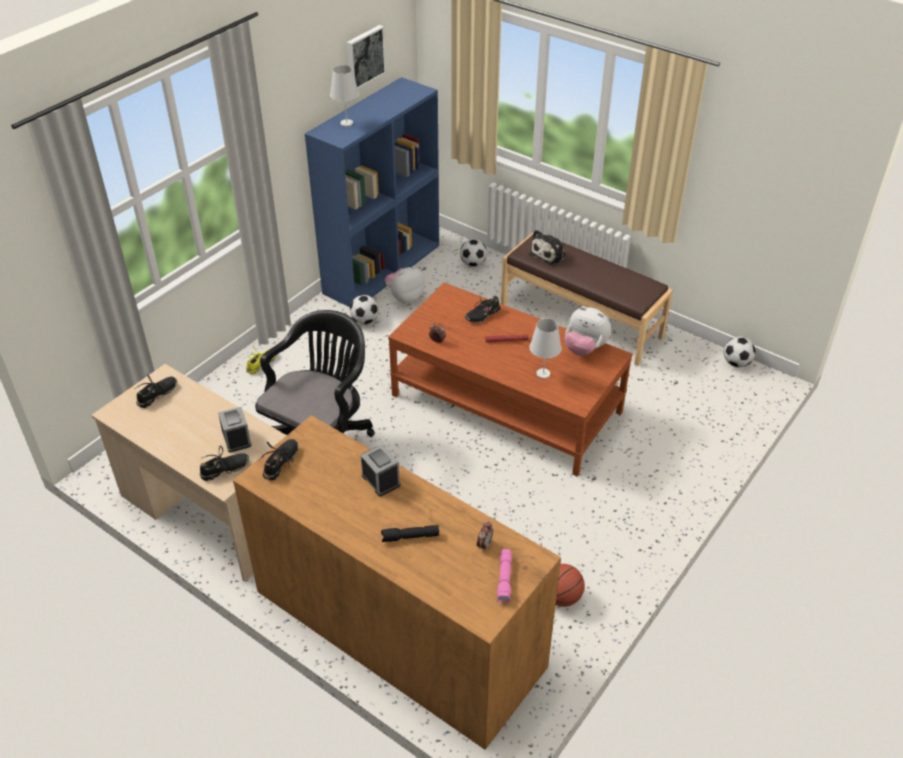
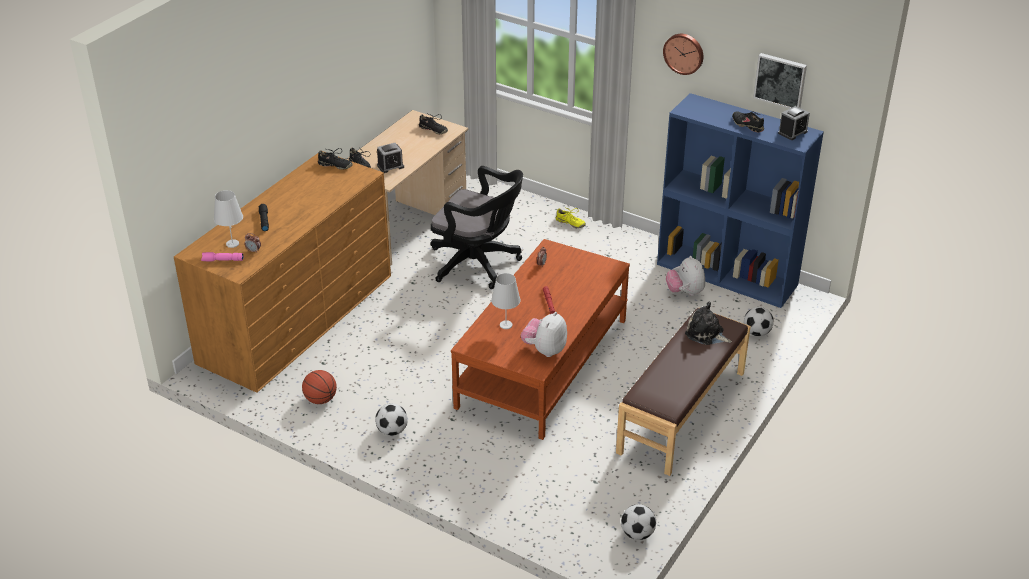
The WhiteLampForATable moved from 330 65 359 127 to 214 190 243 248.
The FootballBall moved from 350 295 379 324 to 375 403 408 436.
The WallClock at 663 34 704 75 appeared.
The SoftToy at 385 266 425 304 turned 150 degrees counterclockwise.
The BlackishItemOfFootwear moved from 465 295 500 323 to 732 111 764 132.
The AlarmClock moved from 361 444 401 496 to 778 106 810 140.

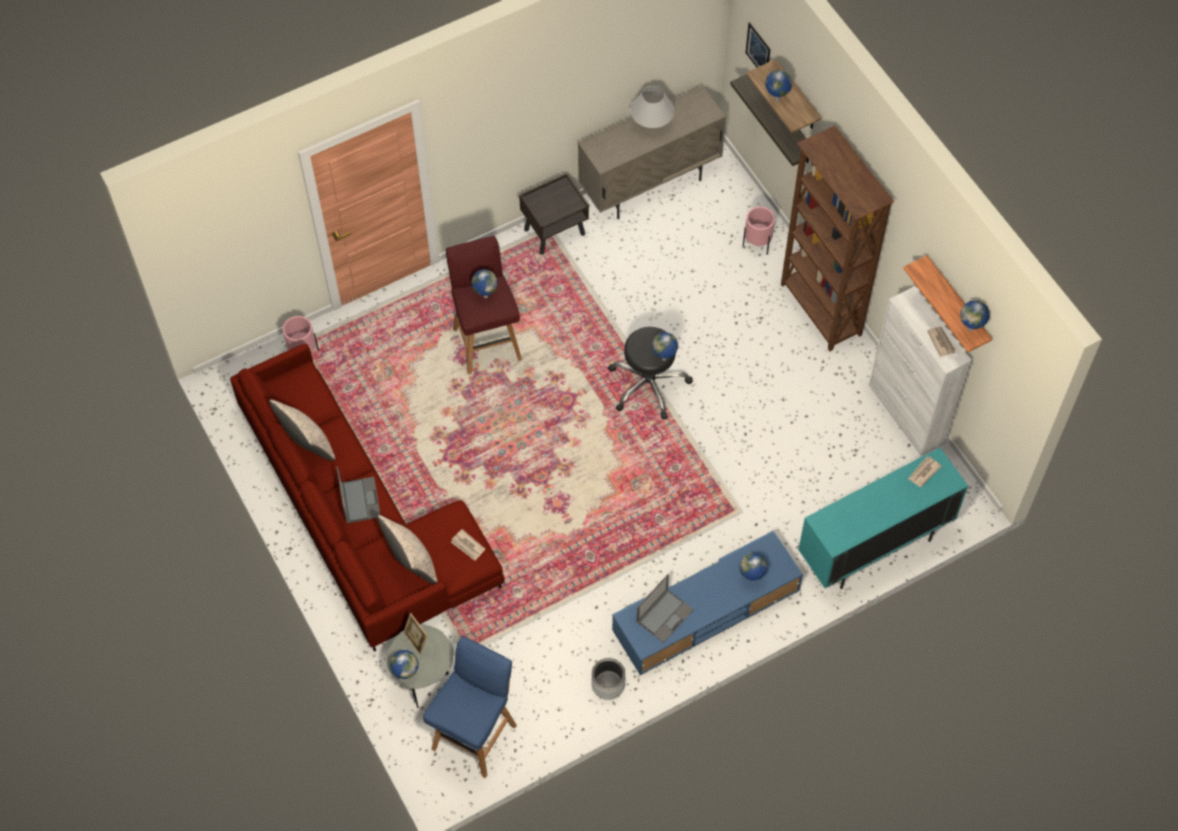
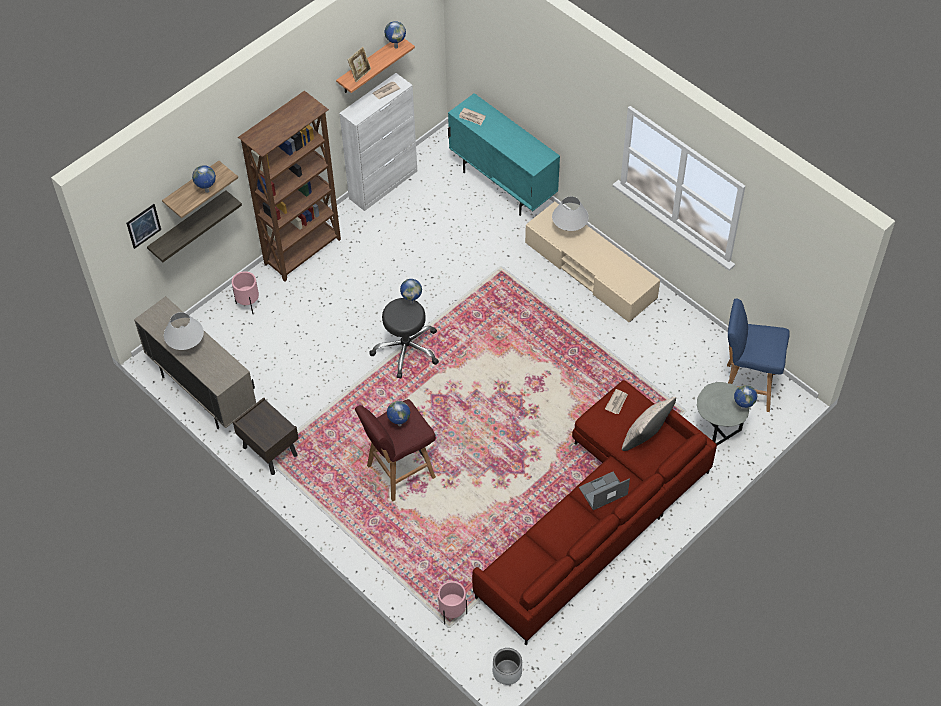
The PictureFrame moved from 403 613 428 655 to 348 47 371 82.
The GrayPlanter moved from 591 658 625 700 to 493 648 522 685.
The BluishMediaConsole at 612 531 803 675 became the SandColouredMediaConsole at 525 202 660 322.
The DeskGlobe at 739 553 767 581 was replaced by the WhiteLampForATable at 552 196 589 231.
The SandColouredCushion at 269 400 335 461 disappeared.
The Laptop at 636 574 694 643 disappeared.

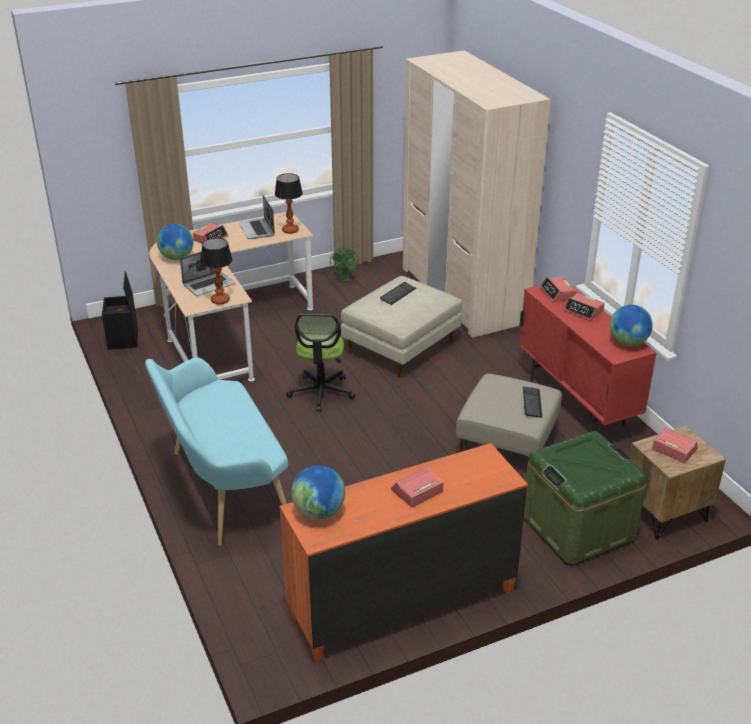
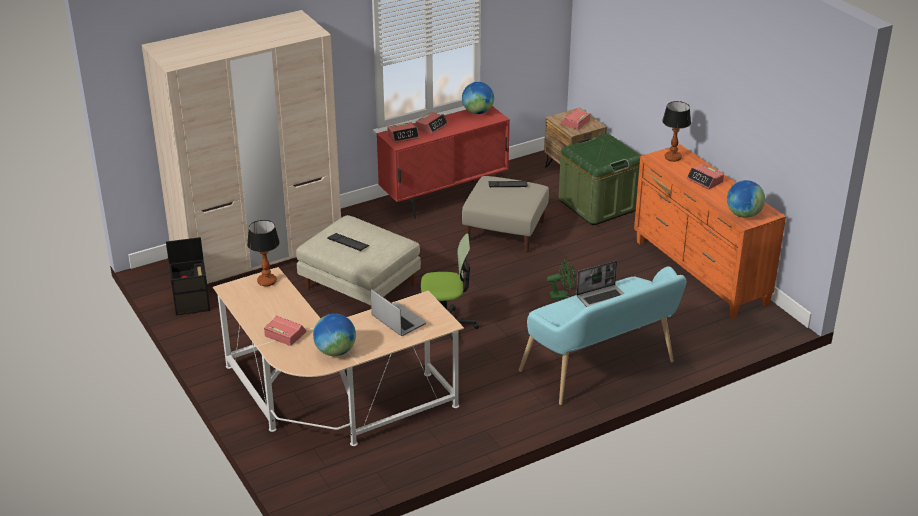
The BlackishStorageContainer moved from 102 271 138 350 to 166 237 210 315.
The GreenColouredCoolingFan moved from 330 248 359 282 to 547 260 576 300.
The Laptop moved from 239 195 275 239 to 576 261 624 307.
The LampForATable moved from 201 238 233 305 to 662 101 691 162.

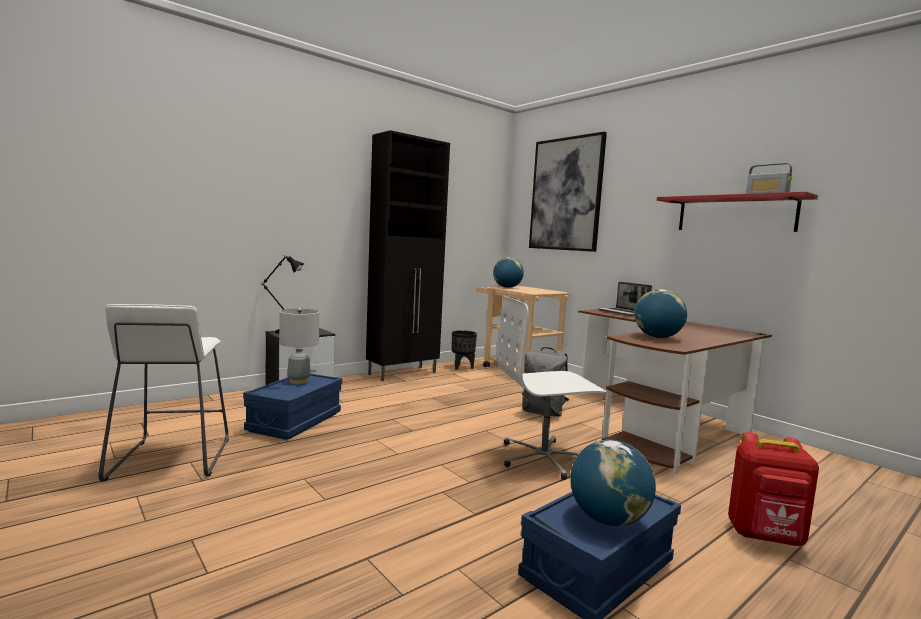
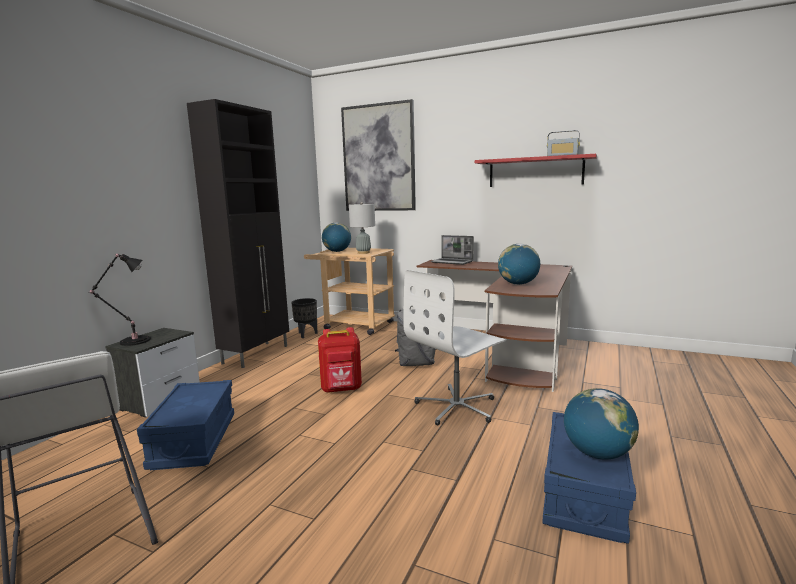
The RedKnapsack moved from 728 432 819 546 to 318 327 362 393.
The GrayLampForATable moved from 279 308 319 384 to 349 202 375 254.

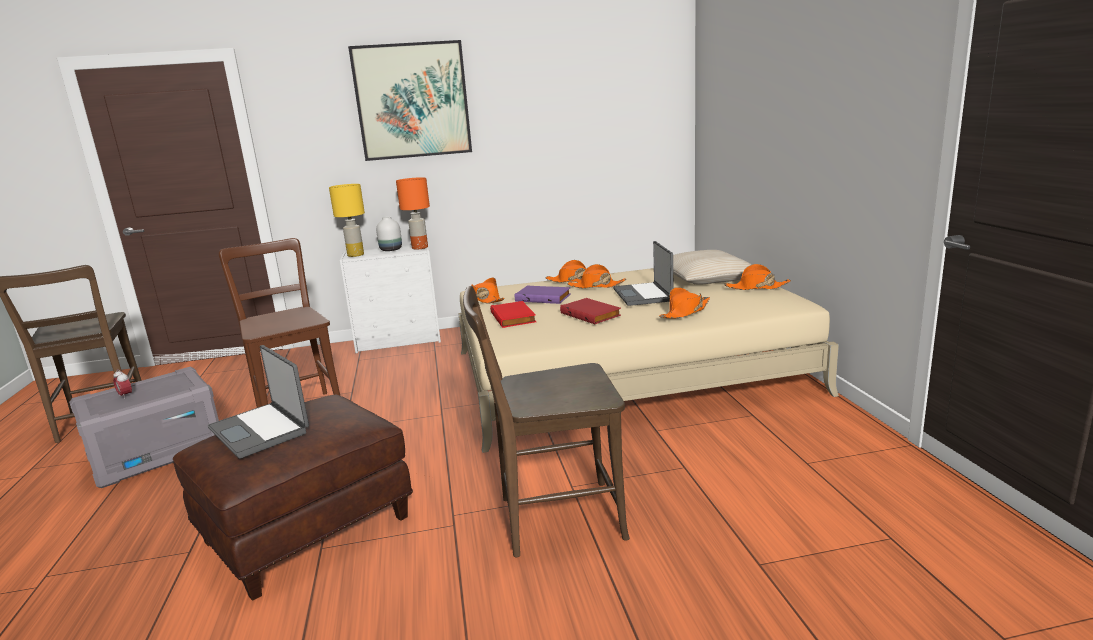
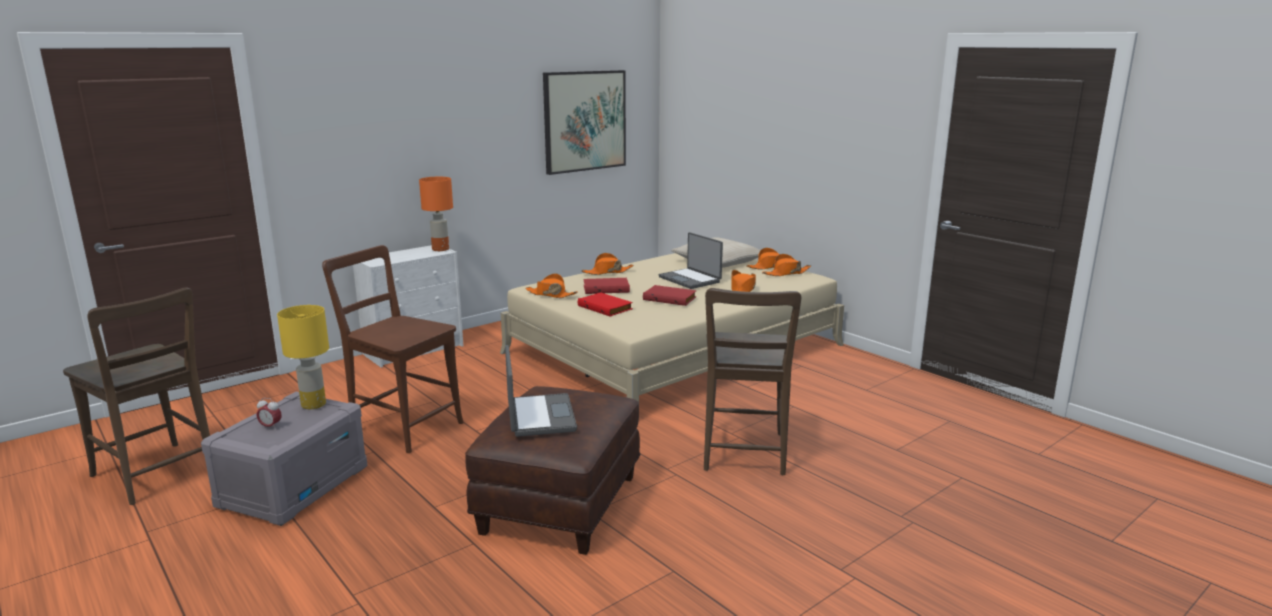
The YellowLampForATable moved from 329 184 365 257 to 277 305 329 409.
The Laptop at 208 345 309 459 turned 120 degrees counterclockwise.
The WallPicture moved from 348 40 472 161 to 543 70 626 175.
The PurpleColouredVolume at 515 286 571 304 became the RedVolume at 583 278 630 294.
The BrownColouredUprightChair at 463 286 630 557 turned 45 degrees counterclockwise.
The OrangeyHat moved from 567 264 626 288 to 762 254 811 276.
The WhiteVase at 376 217 402 251 disappeared.

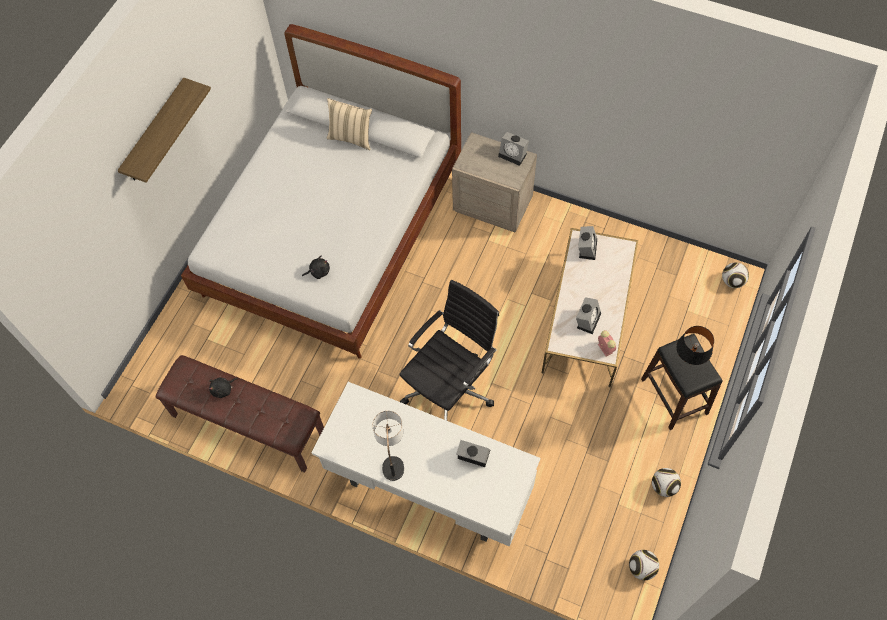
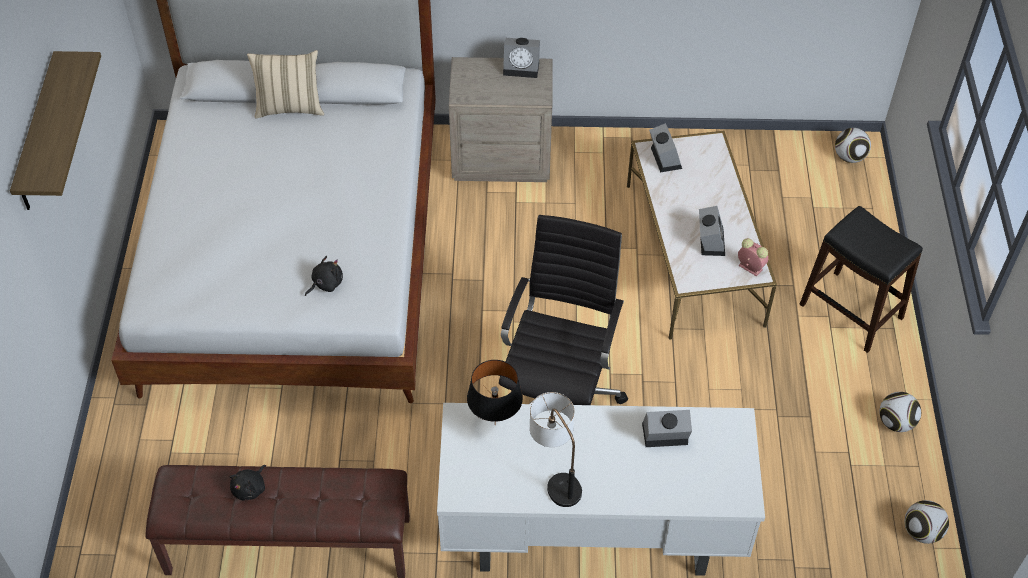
The BlackishLampForATable moved from 676 326 714 365 to 467 360 523 425.

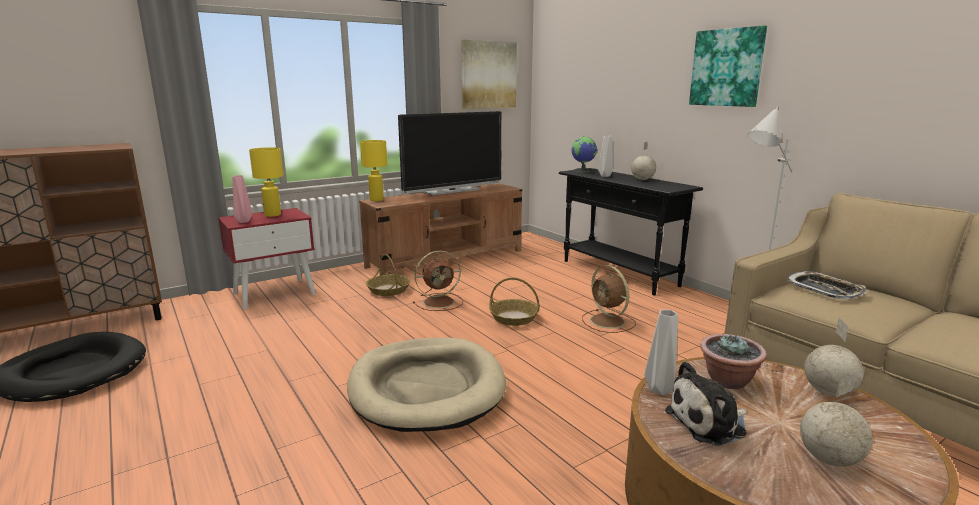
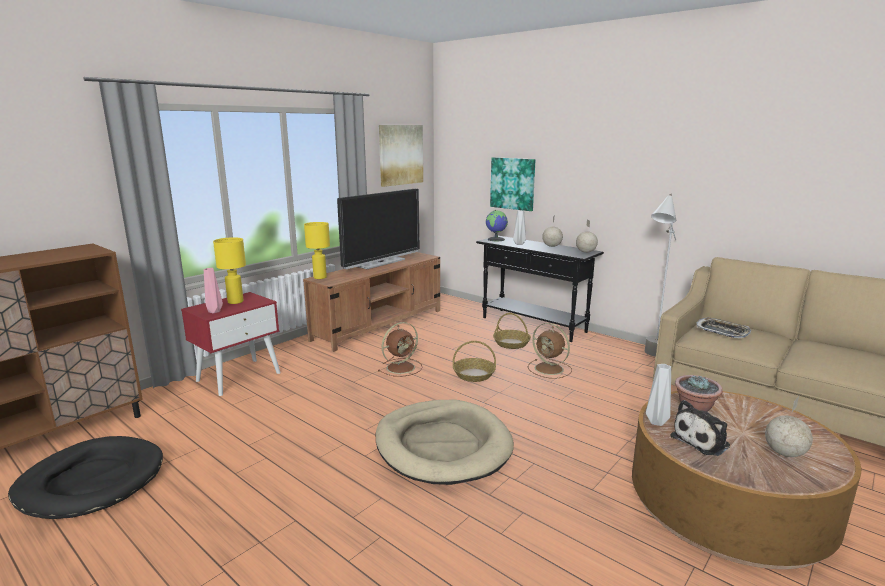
The WallPicture moved from 689 25 767 107 to 490 157 535 211.
The StorageBasket moved from 366 254 411 296 to 493 313 531 349.
The DeskGlobe moved from 804 318 864 396 to 576 219 598 253.

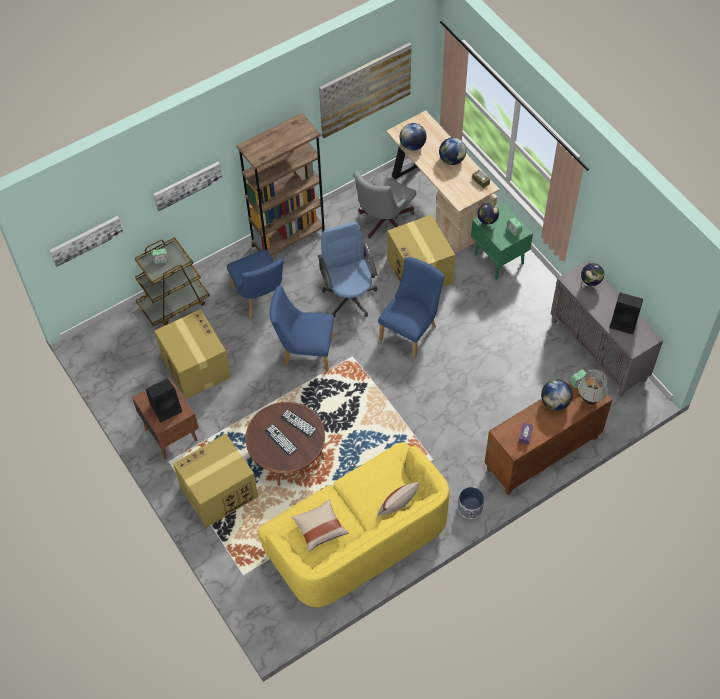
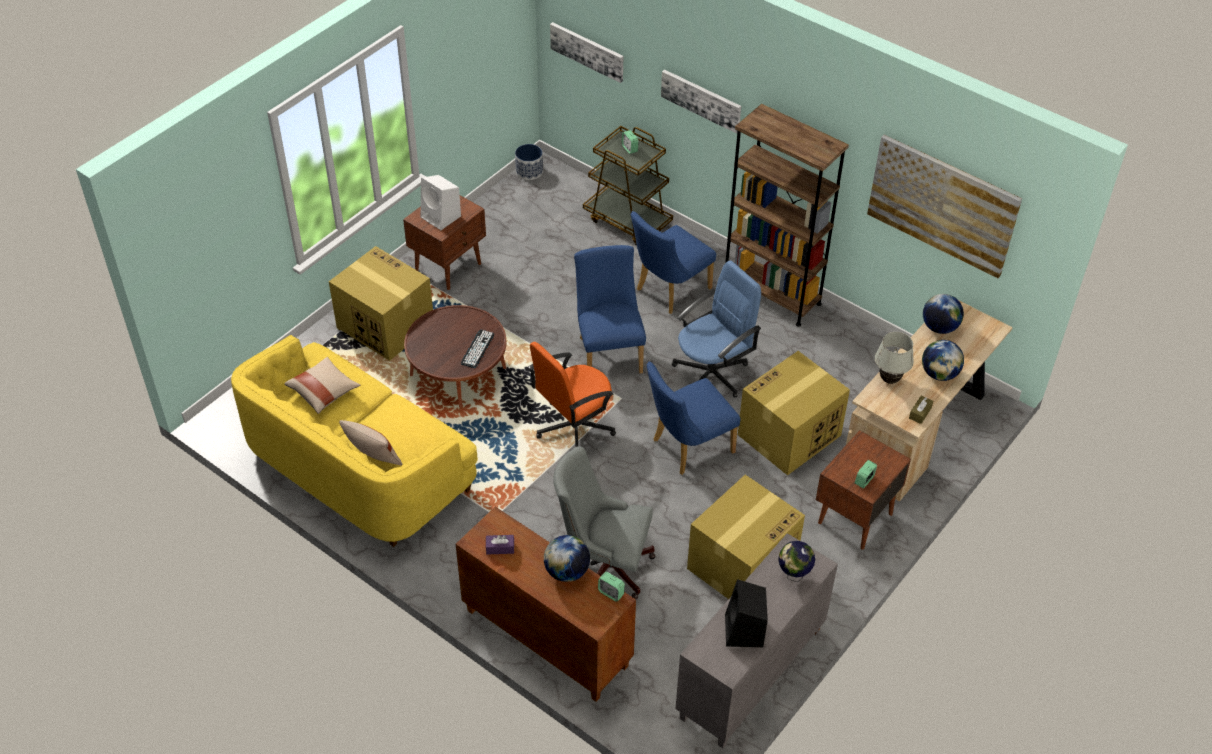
The BlackishAudioSpeaker at 146 378 182 422 became the WhiteAudioSpeaker at 421 175 461 230.
The Planter moved from 458 487 484 519 to 515 144 543 180.
The OrangeyDeskChair at 528 342 616 447 appeared.
The GrayDeskChair moved from 353 170 416 238 to 553 446 655 599.
The BluishUprightChair at 378 257 445 359 turned 135 degrees clockwise.
The Carton moved from 154 309 231 399 to 687 475 805 599.
The GreenColouredBedsideTable at 471 202 533 280 became the BrownColouredBedsideTable at 816 430 911 550.
The WhiteLampForATable moved from 578 370 608 405 to 875 332 914 384.
The ComputerKeyboard at 264 424 298 456 disappeared.
The DeskGlobe at 477 203 499 231 disappeared.

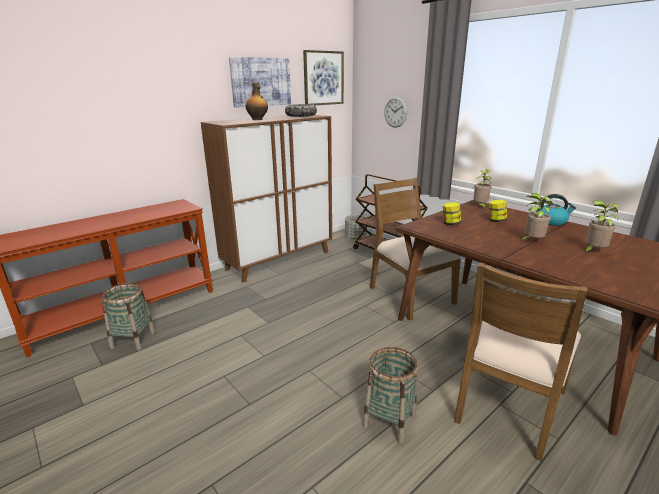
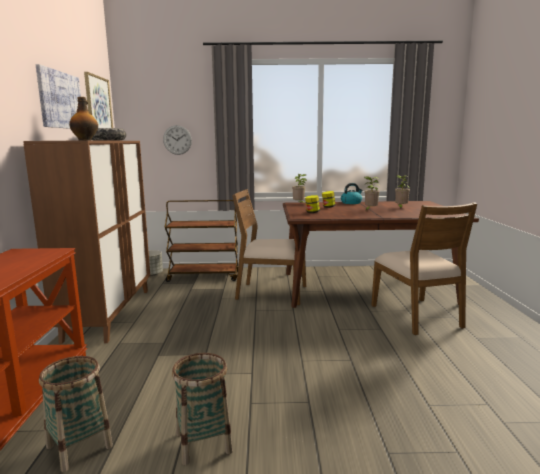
The StorageBasket moved from 363 347 418 444 to 172 353 233 465.

